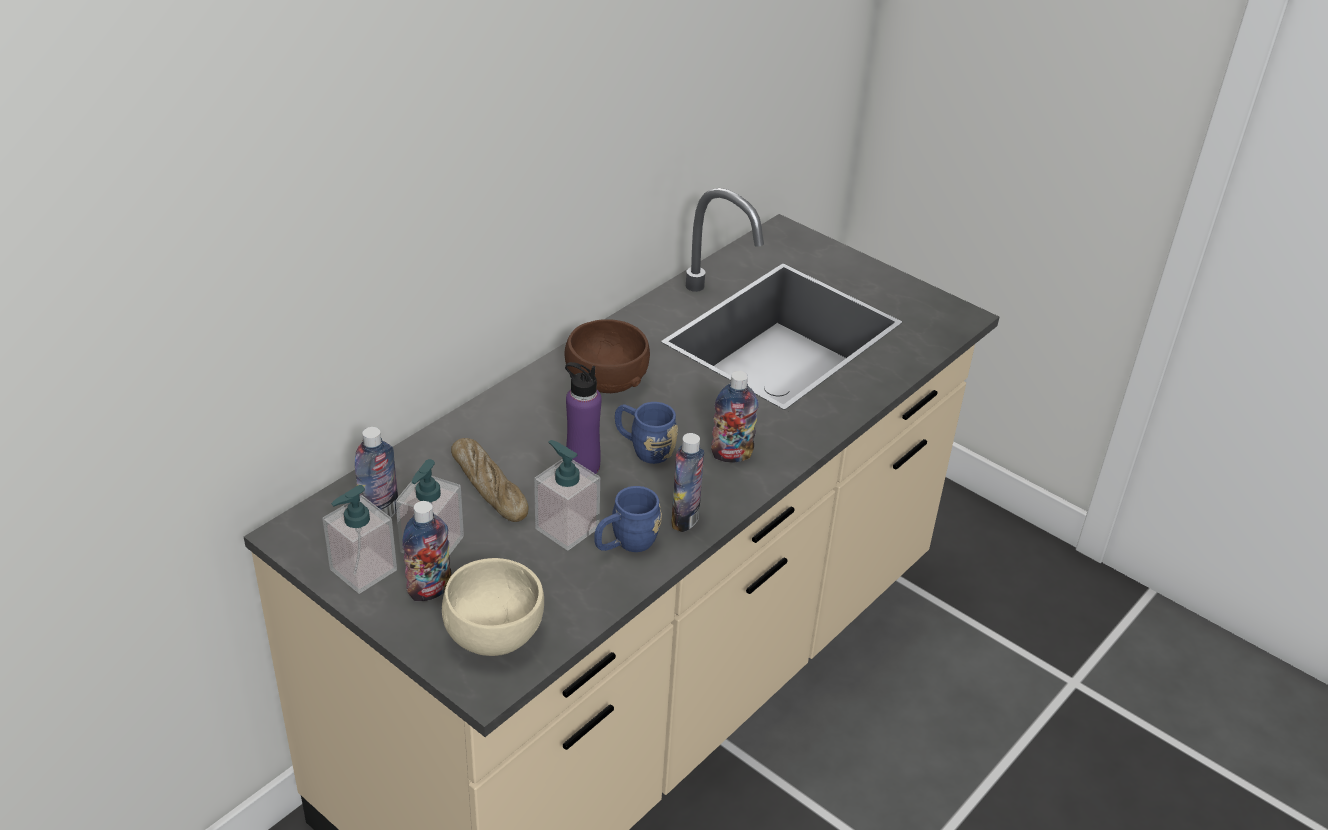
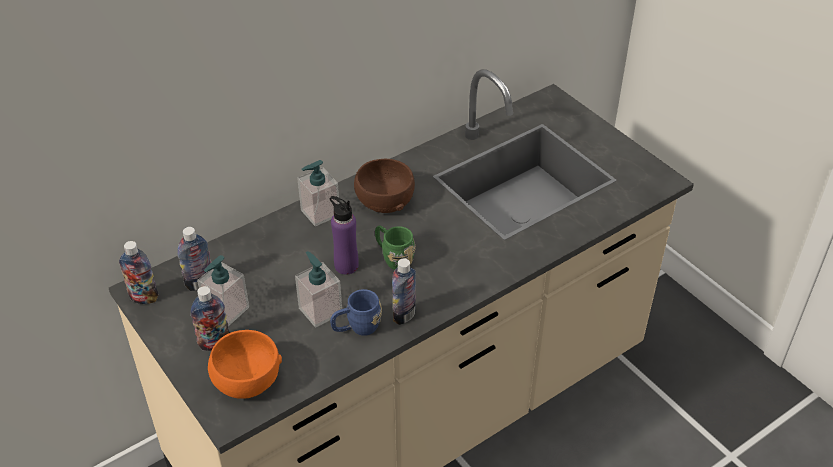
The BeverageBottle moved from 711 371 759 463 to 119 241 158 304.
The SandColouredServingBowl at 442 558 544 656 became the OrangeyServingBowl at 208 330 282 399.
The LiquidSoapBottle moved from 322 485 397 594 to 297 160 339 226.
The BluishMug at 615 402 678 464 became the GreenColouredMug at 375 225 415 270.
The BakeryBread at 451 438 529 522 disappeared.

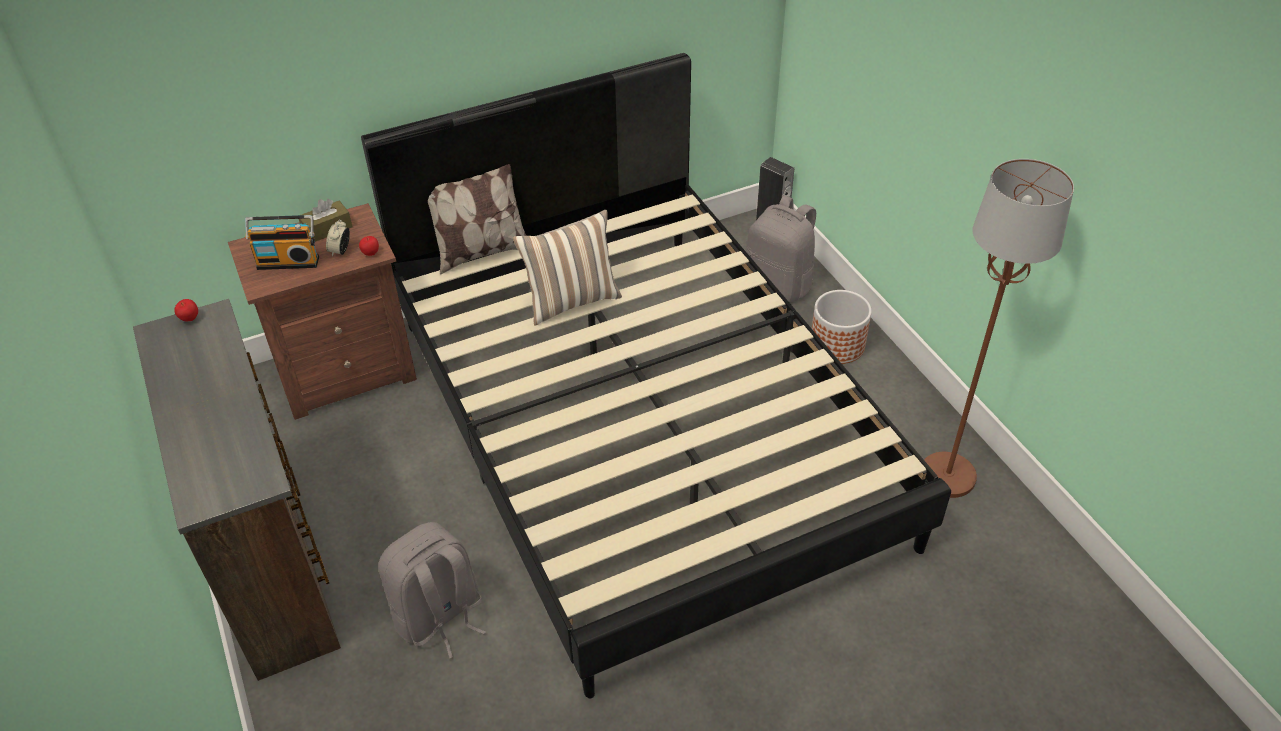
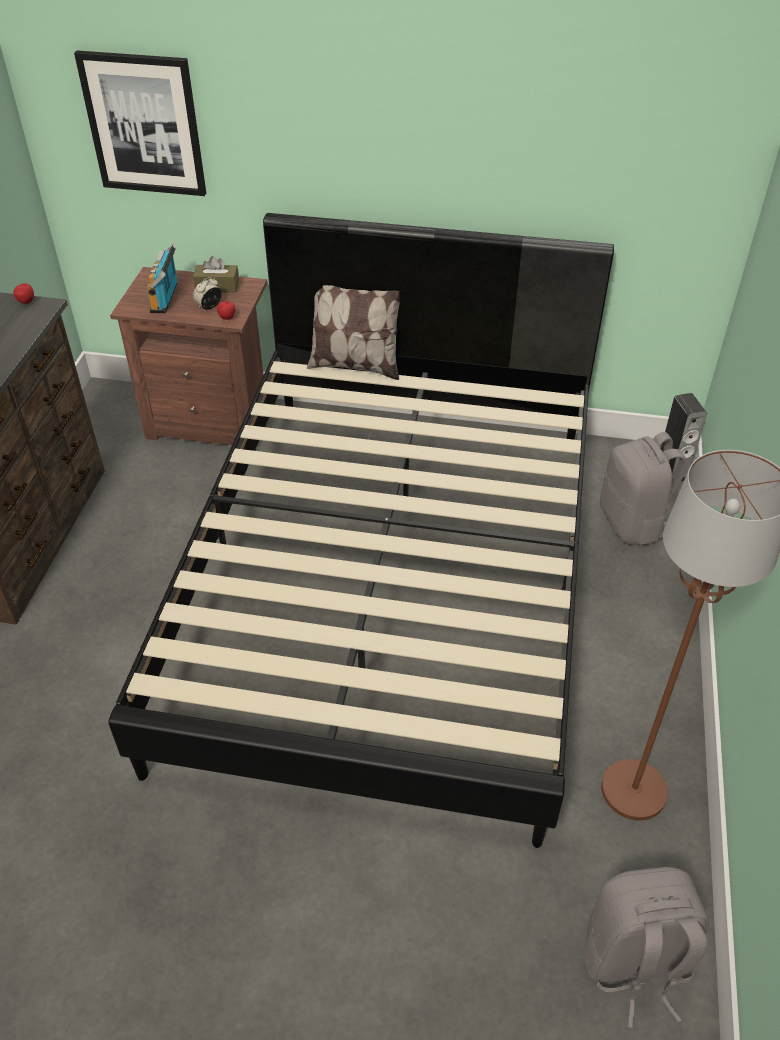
The WallPicture at 74 51 206 196 appeared.
The RadioReceiver at 245 215 319 270 turned 60 degrees clockwise.
The GrayKnapsack moved from 378 522 486 659 to 583 867 709 1028.
The Cushion at 513 210 622 326 disappeared.
The Planter at 812 290 872 364 disappeared.

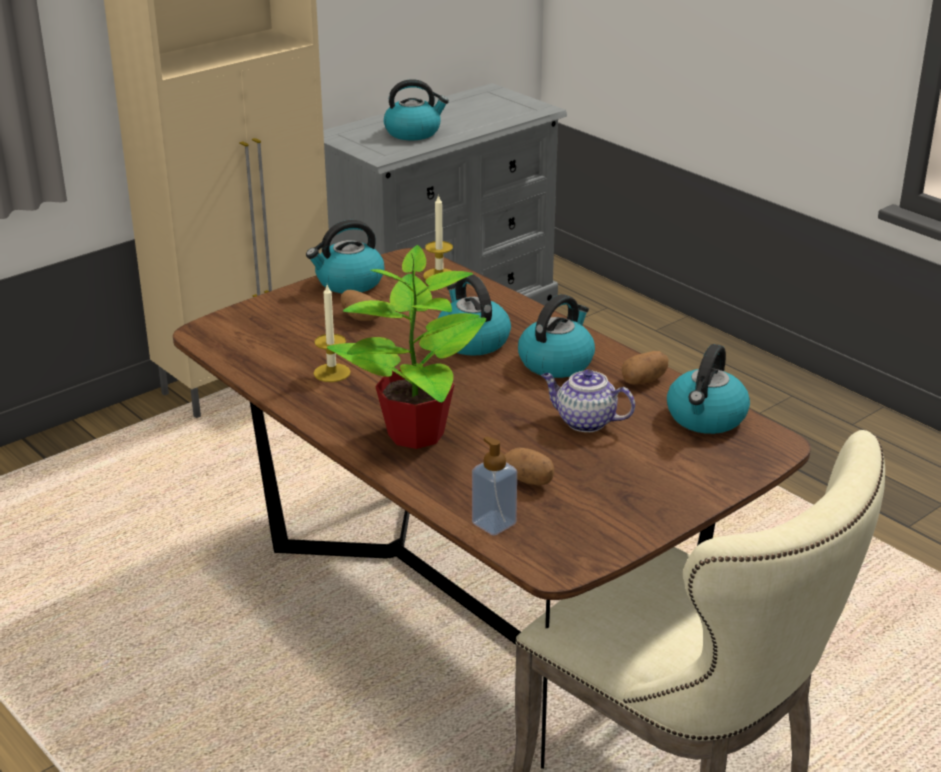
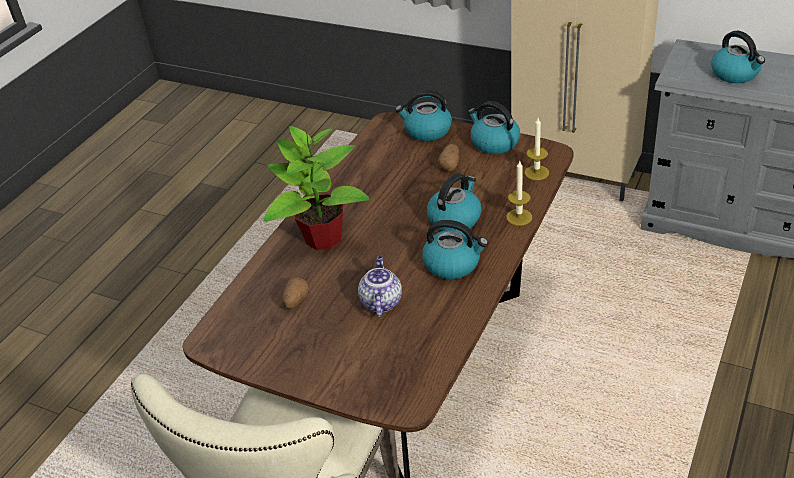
The TeaKettle moved from 667 344 750 434 to 395 90 452 141.
The WaxLight moved from 313 285 351 382 to 506 161 532 226.
The LiquidSoapBottle at 472 436 517 535 disappeared.
The Potato at 621 351 668 385 disappeared.

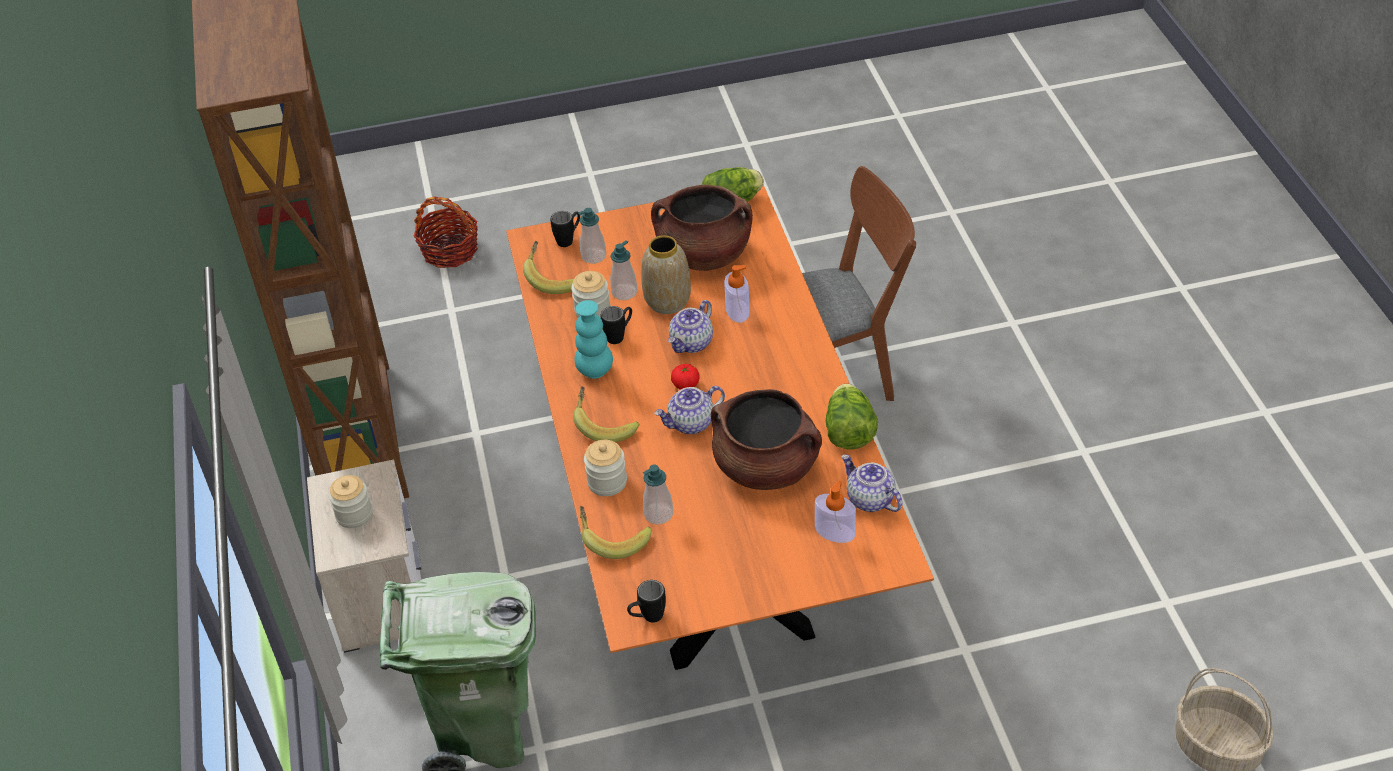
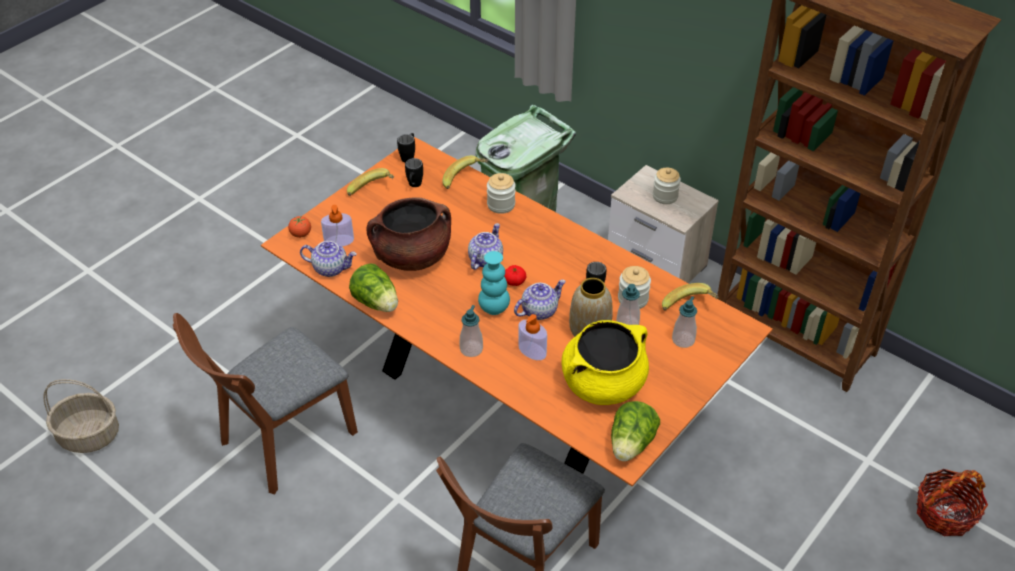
The BrownColouredUprightChair at 173 313 358 495 appeared.
The Tomato at 288 216 311 238 appeared.
The BananaFruit moved from 573 386 639 442 to 347 168 394 196.
The BlackishMug moved from 550 211 580 247 to 405 158 423 187.
The LiquidSoapBottle moved from 643 464 673 524 to 459 305 483 357.
The TurquoiseVase moved from 574 300 613 379 to 478 251 510 315.
The Teapot at 668 300 713 353 turned 60 degrees clockwise.
The BrownColouredSaucepot at 651 185 753 271 became the YellowSaucepot at 562 320 649 405.

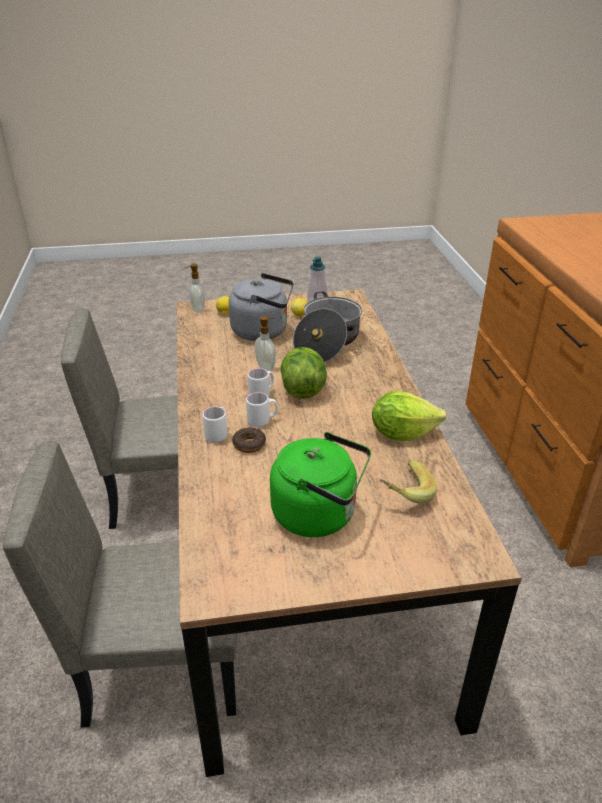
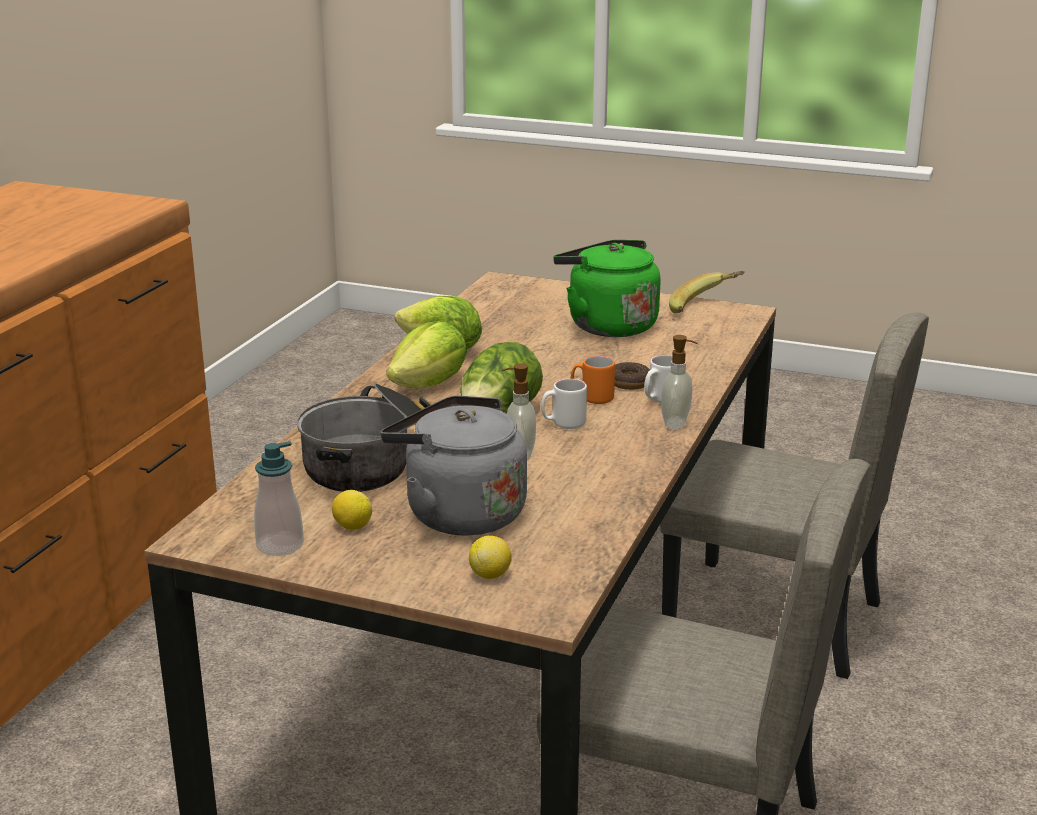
The HeadOfLettuce at 386 320 467 389 appeared.
The WhiteMug at 246 392 278 427 became the OrangeyMug at 571 356 615 404.
The LiquidSoapBottle moved from 185 264 205 313 to 661 335 698 429.
The BananaFruit moved from 380 460 437 503 to 669 271 745 313.

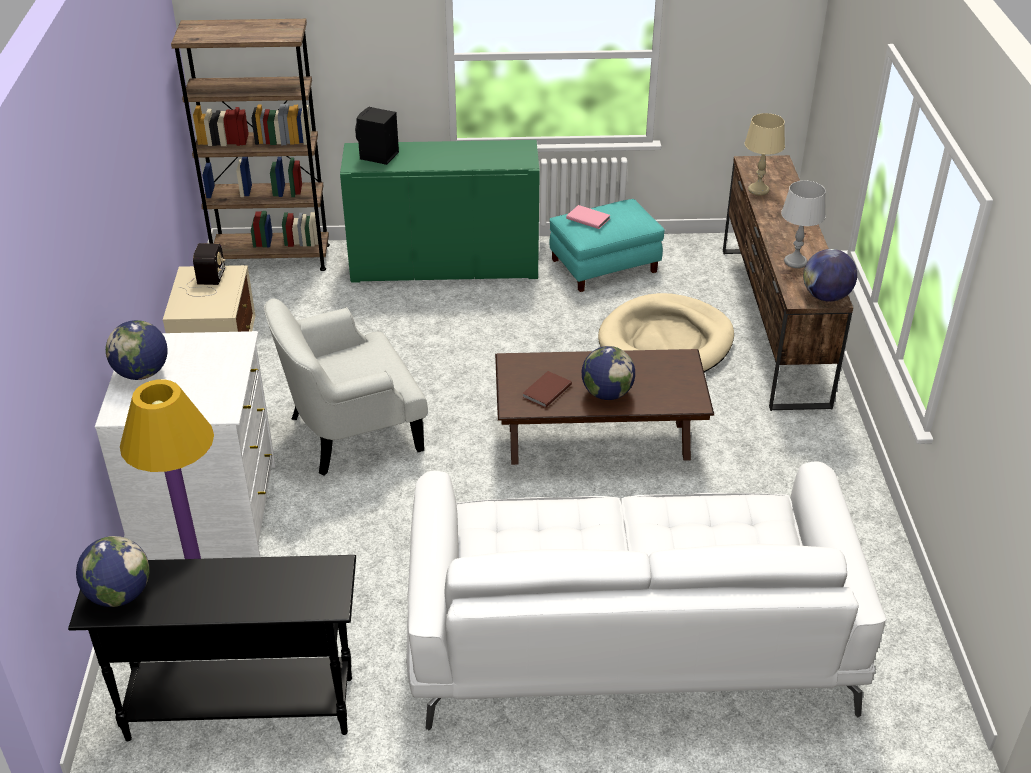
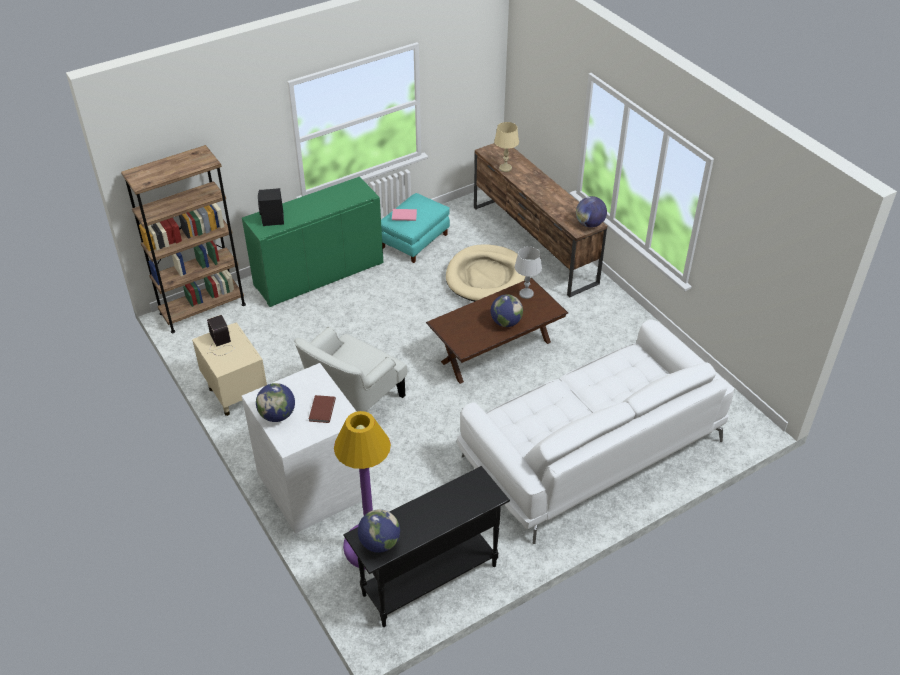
The BrownColouredVolume moved from 522 371 572 408 to 309 395 336 423.
The GrayLampForATable moved from 781 180 826 268 to 515 246 542 299.

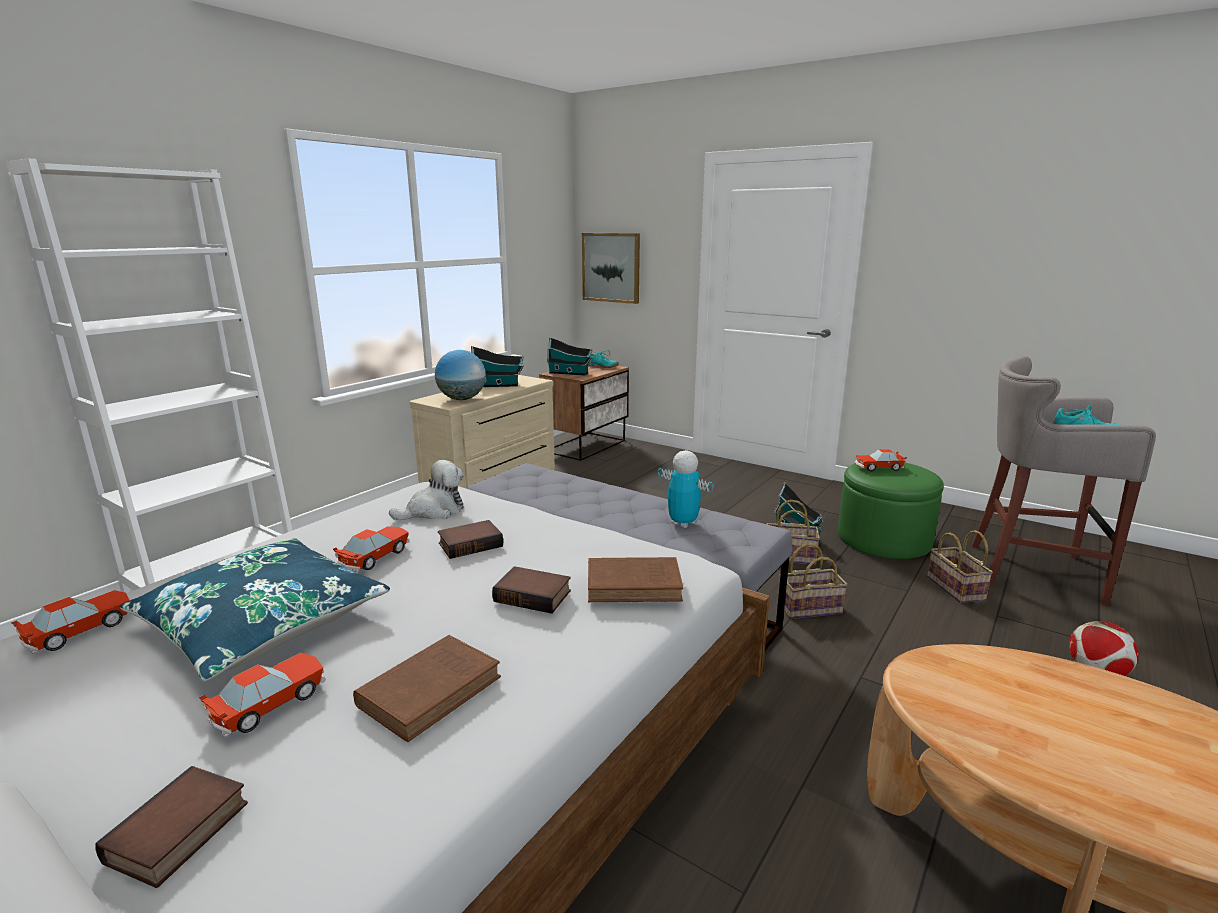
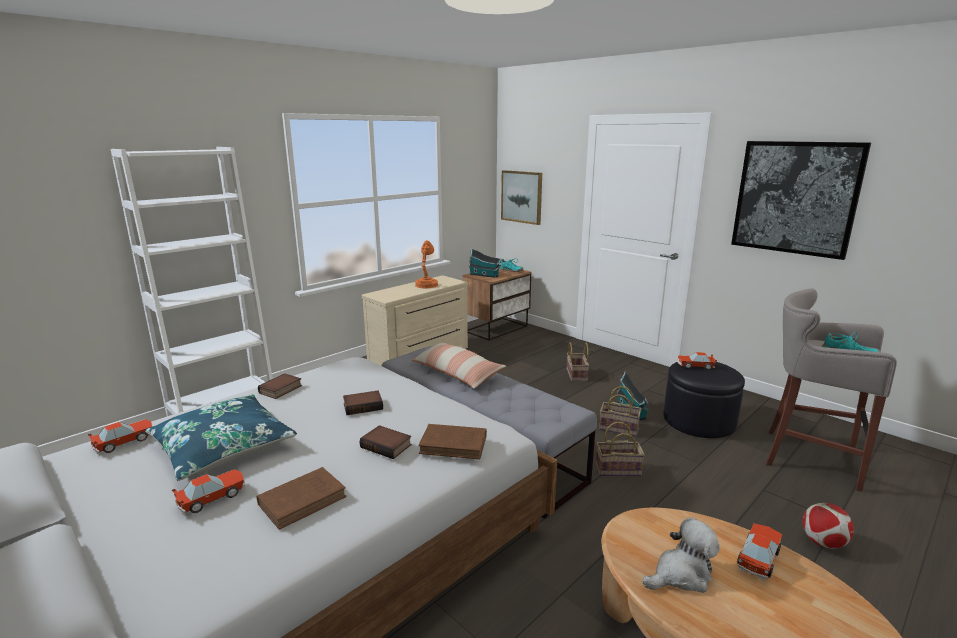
The Volume moved from 95 766 248 888 to 258 373 302 399.
The Cushion at 412 341 506 389 appeared.
The ModelHouse at 471 346 524 387 was replaced by the OrangeyLampForATable at 415 240 438 288.
The StorageBasket moved from 927 530 993 603 to 567 343 589 382.
The SoftToy moved from 389 460 464 520 to 642 518 720 593.
The GreenColouredOttoman at 838 463 944 559 became the BlackishOttoman at 664 362 745 438.
The WallPicture at 731 141 871 260 appeared.
The MiniatureCar moved from 333 526 410 572 to 737 523 783 581.
The DeskGlobe at 435 350 486 400 disappeared.
The RobotFigure at 658 450 713 528 disappeared.

